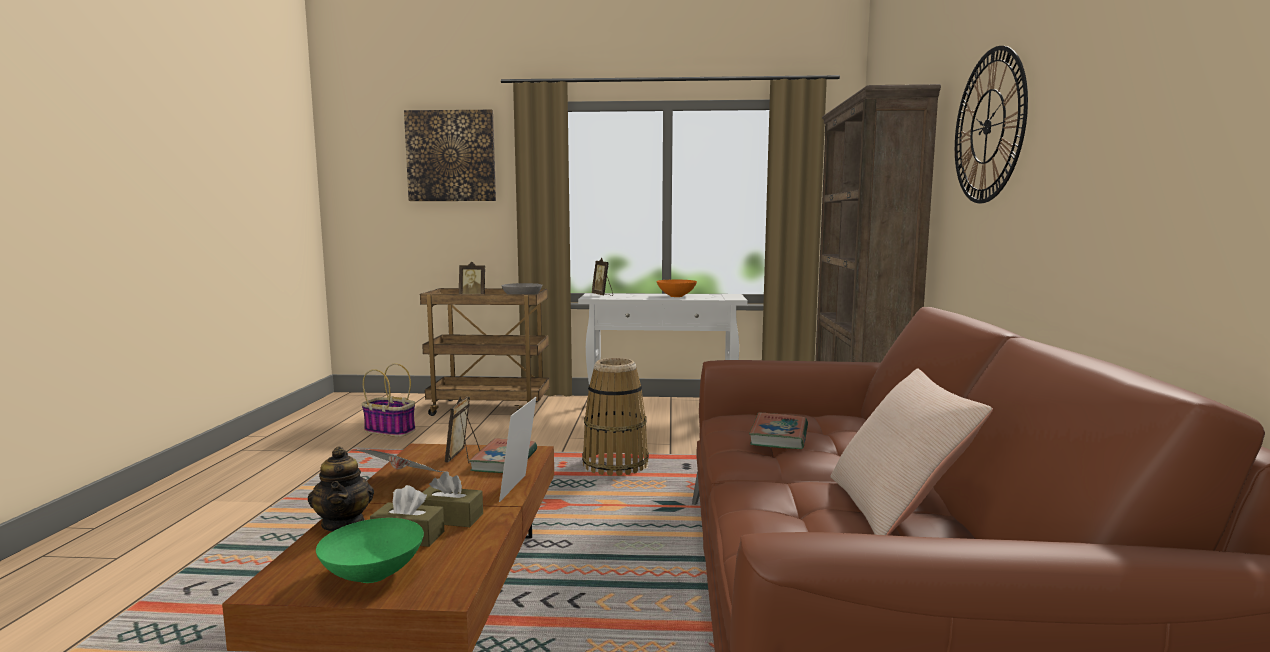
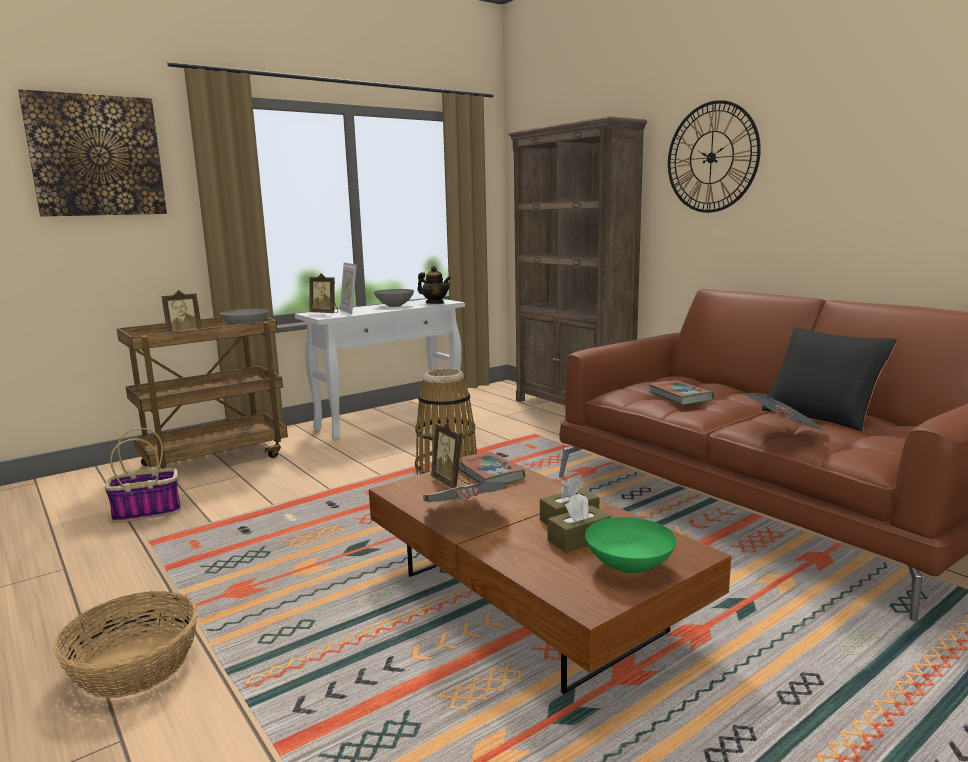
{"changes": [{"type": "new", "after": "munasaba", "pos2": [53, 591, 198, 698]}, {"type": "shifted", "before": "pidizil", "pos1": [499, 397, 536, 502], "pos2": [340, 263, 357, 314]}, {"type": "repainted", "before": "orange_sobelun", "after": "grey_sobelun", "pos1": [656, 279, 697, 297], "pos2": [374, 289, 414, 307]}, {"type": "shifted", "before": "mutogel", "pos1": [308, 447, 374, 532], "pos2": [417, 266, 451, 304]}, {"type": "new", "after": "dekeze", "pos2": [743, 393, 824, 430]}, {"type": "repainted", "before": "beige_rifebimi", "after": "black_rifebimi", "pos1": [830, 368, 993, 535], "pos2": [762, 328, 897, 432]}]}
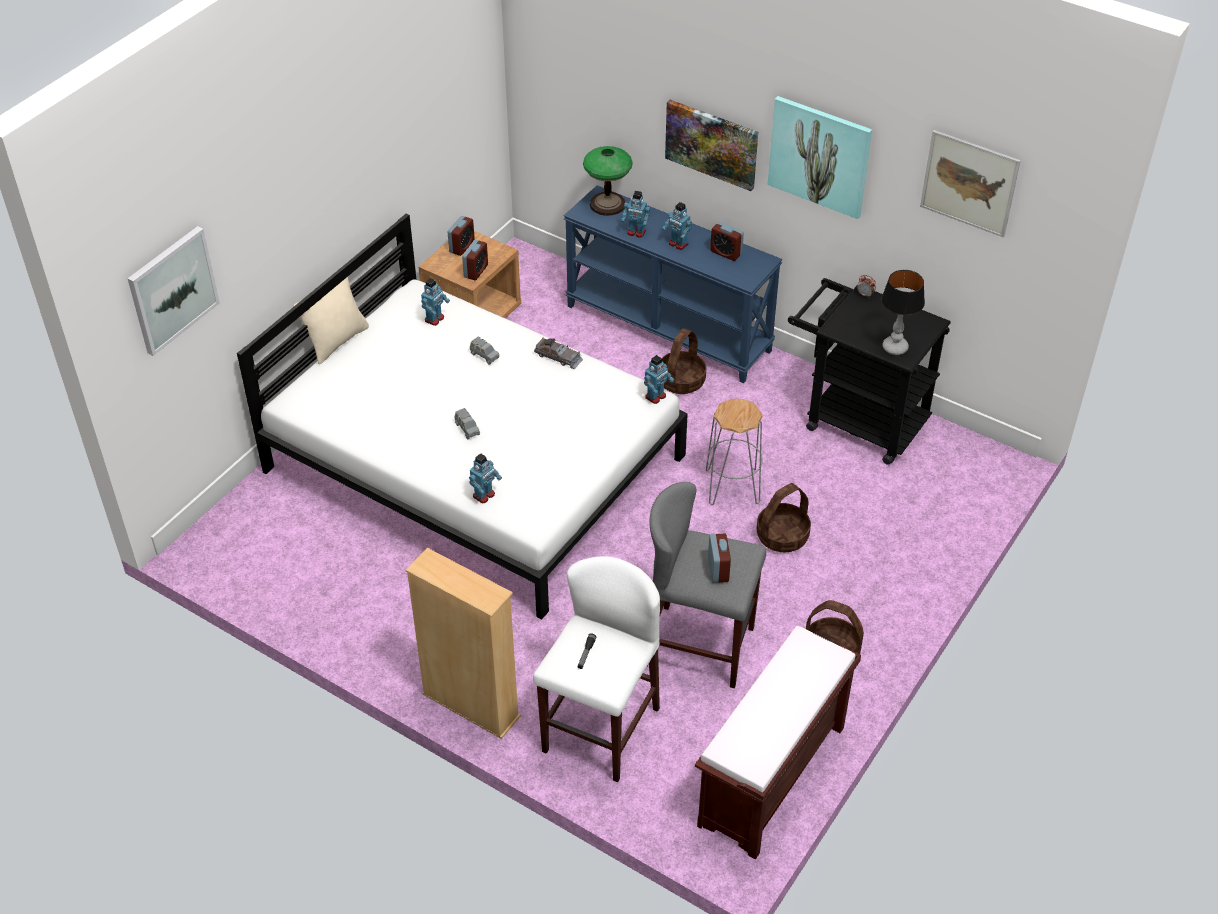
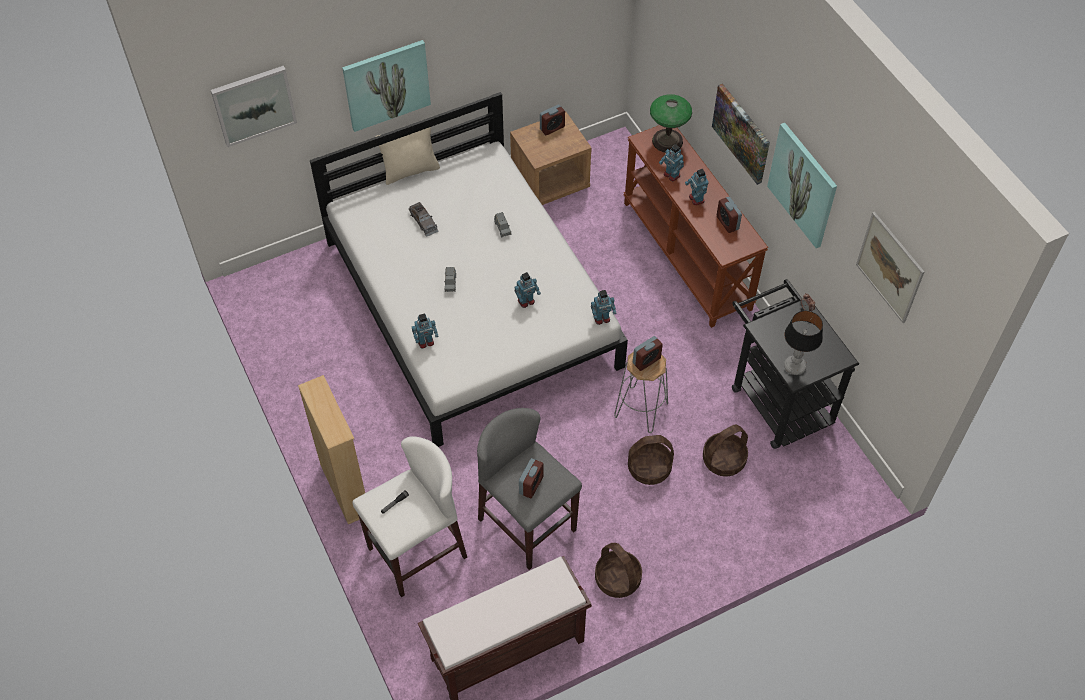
{"changes": [{"type": "new", "after": "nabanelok", "pos2": [342, 40, 431, 132]}, {"type": "shifted", "before": "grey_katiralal", "pos1": [534, 338, 583, 369], "pos2": [409, 202, 439, 237]}, {"type": "shifted", "before": "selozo", "pos1": [421, 278, 450, 326], "pos2": [514, 272, 541, 308]}, {"type": "repainted", "before": "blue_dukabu", "after": "brown_dukabu", "pos1": [564, 185, 783, 383], "pos2": [624, 125, 768, 328]}, {"type": "shifted", "before": "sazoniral", "pos1": [462, 240, 488, 280], "pos2": [633, 336, 663, 371]}, {"type": "shifted", "before": "munasaba", "pos1": [662, 328, 706, 394], "pos2": [703, 424, 748, 477]}]}
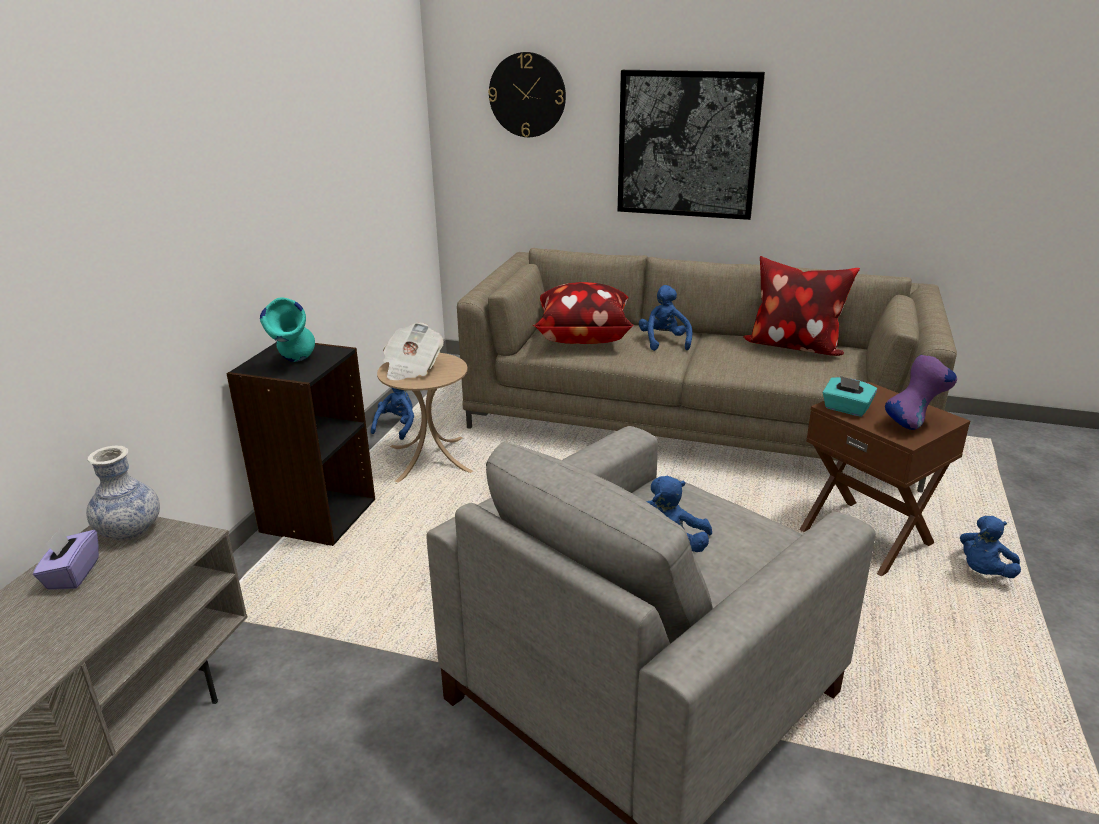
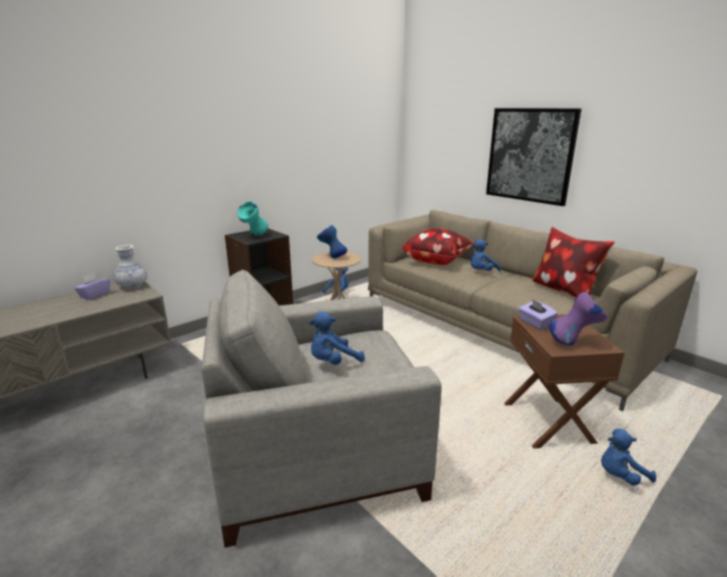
{"changes": [{"type": "swapped", "before": "dekeze", "after": "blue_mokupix", "pos1": [383, 323, 444, 380], "pos2": [317, 225, 347, 258]}, {"type": "rotated", "before": "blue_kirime", "pos1": [639, 285, 692, 351], "pos2": [470, 239, 501, 271], "turn": -150}, {"type": "repainted", "before": "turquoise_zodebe", "after": "purple_zodebe", "pos1": [823, 376, 877, 417], "pos2": [519, 299, 558, 330]}, {"type": "gone", "before": "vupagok", "pos1": [488, 52, 566, 137]}]}
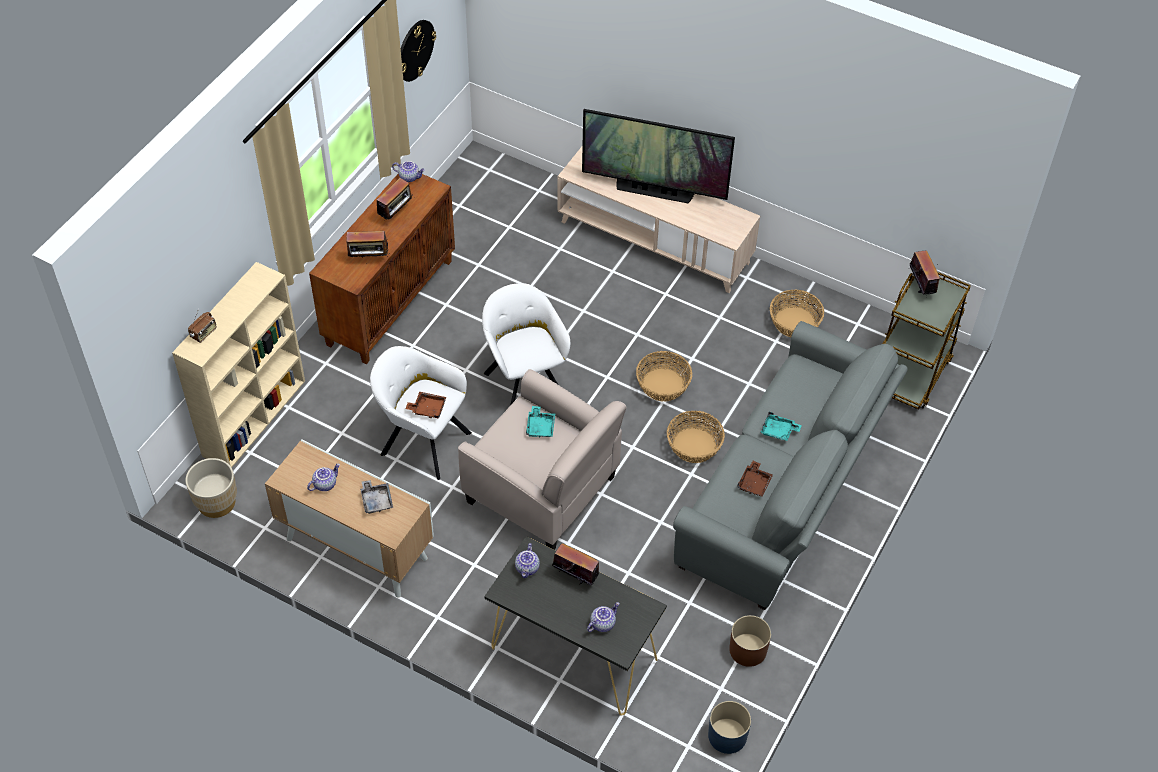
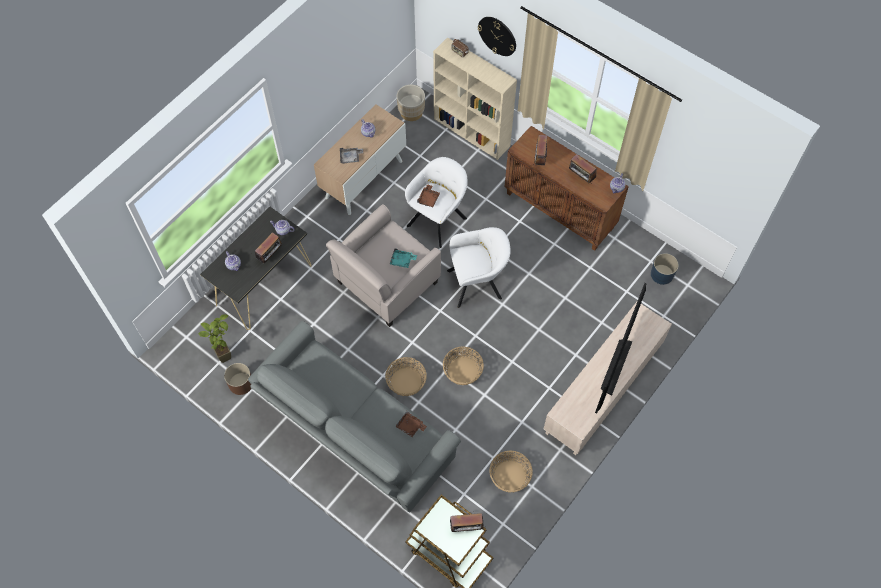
{"changes": [{"type": "new", "after": "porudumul", "pos2": [198, 314, 231, 363]}, {"type": "shifted", "before": "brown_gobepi", "pos1": [737, 461, 773, 497], "pos2": [395, 411, 427, 437]}, {"type": "shifted", "before": "vupagok", "pos1": [401, 20, 436, 82], "pos2": [478, 17, 516, 56]}, {"type": "shifted", "before": "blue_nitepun", "pos1": [708, 701, 751, 754], "pos2": [651, 253, 679, 285]}, {"type": "gone", "before": "turquoise_gobepi", "pos1": [760, 412, 802, 441]}]}
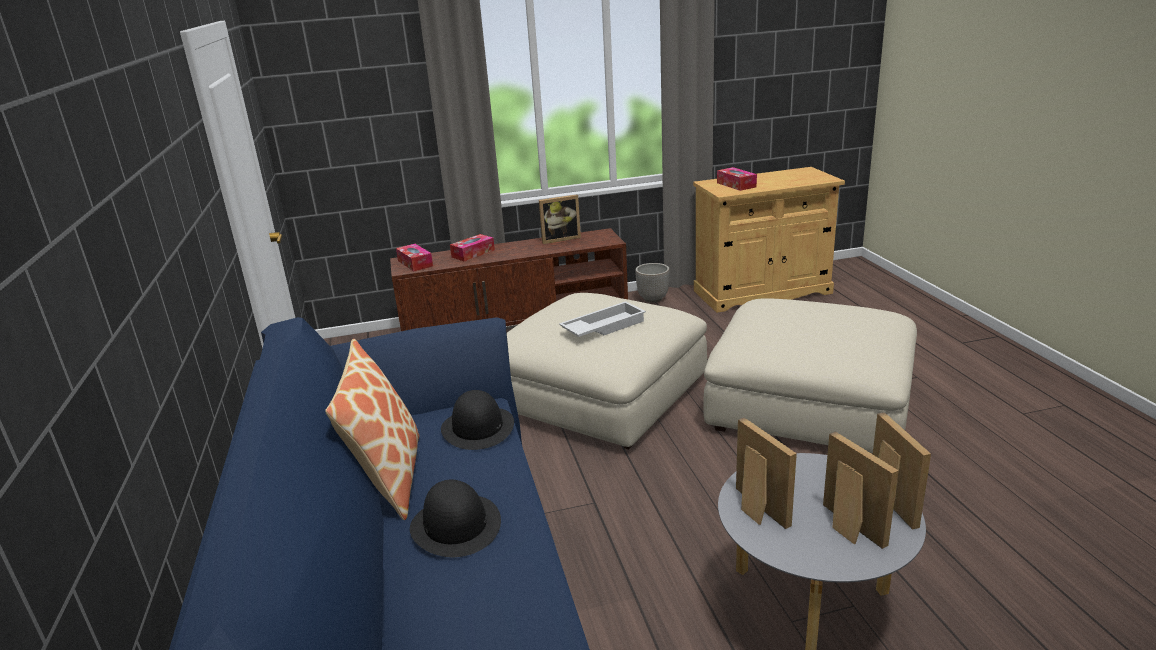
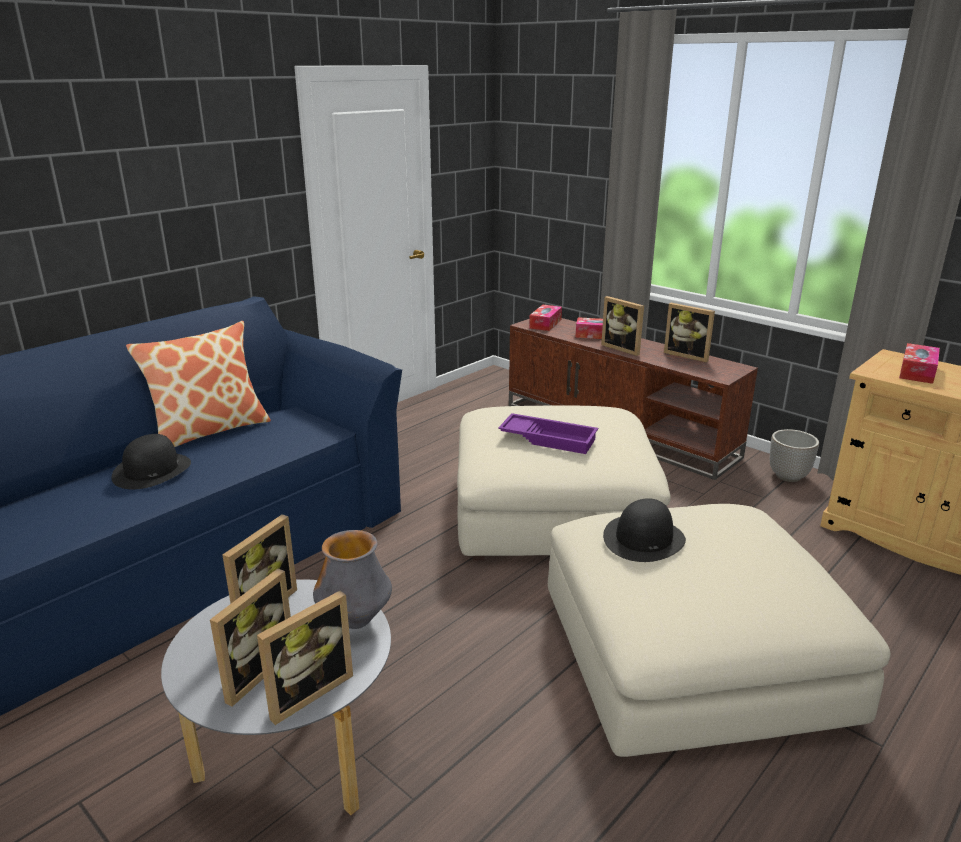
{"changes": [{"type": "new", "after": "mokupix", "pos2": [313, 530, 392, 629]}, {"type": "repainted", "before": "white_gobepi", "after": "purple_gobepi", "pos1": [559, 301, 646, 337], "pos2": [498, 413, 598, 454]}, {"type": "new", "after": "pidizil", "pos2": [601, 296, 644, 356]}, {"type": "shifted", "before": "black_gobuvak", "pos1": [441, 390, 514, 450], "pos2": [603, 498, 686, 562]}]}
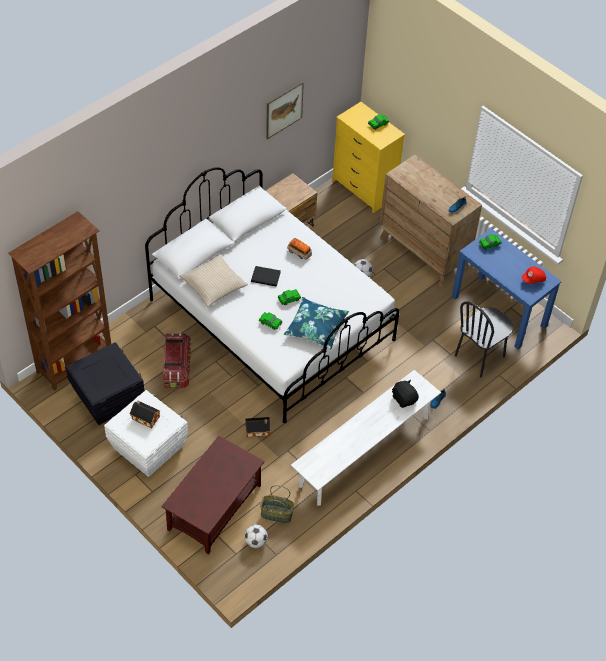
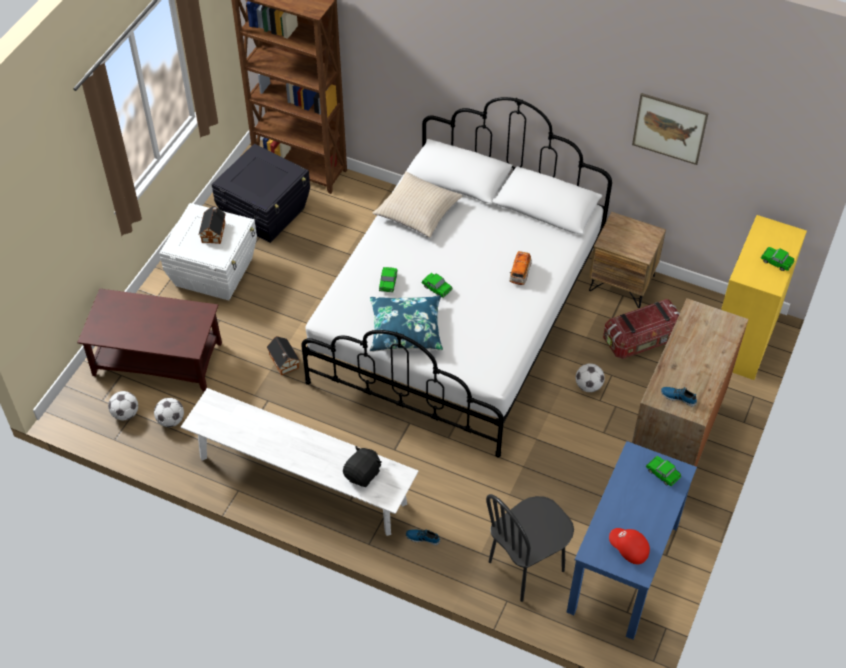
{"changes": [{"type": "swapped", "before": "munasaba", "after": "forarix", "pos1": [260, 485, 294, 523], "pos2": [154, 398, 184, 427]}, {"type": "rotated", "before": "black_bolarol", "pos1": [455, 301, 514, 377], "pos2": [486, 494, 574, 602], "turn": -60}, {"type": "shifted", "before": "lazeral", "pos1": [163, 333, 191, 388], "pos2": [603, 299, 680, 359]}, {"type": "gone", "before": "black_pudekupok", "pos1": [251, 266, 281, 287]}]}
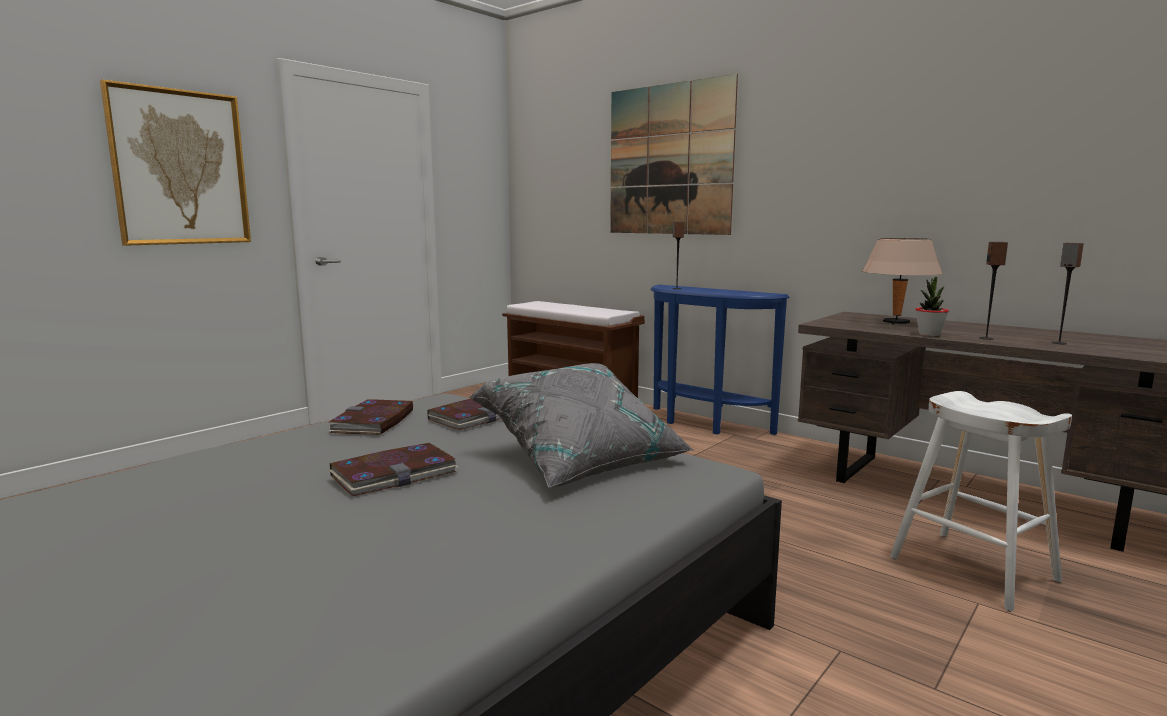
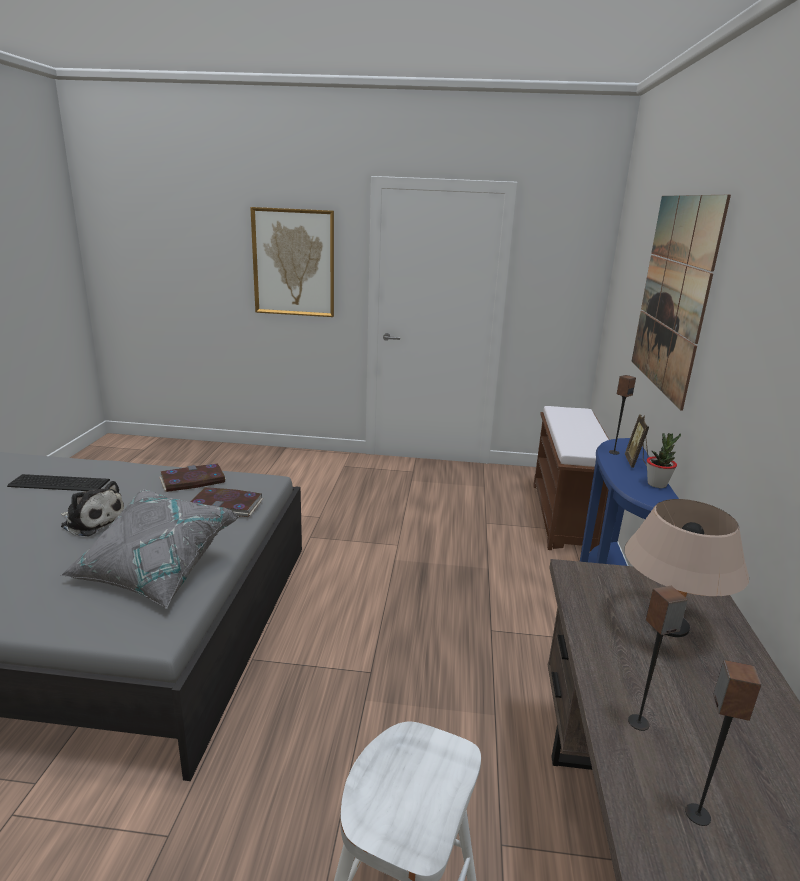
{"changes": [{"type": "new", "after": "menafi", "pos2": [7, 474, 110, 491]}, {"type": "swapped", "before": "pudekupok", "after": "kirime", "pos1": [329, 443, 458, 496], "pos2": [61, 481, 124, 536]}, {"type": "new", "after": "pidizil", "pos2": [625, 414, 649, 468]}, {"type": "shifted", "before": "porudumul", "pos1": [916, 276, 949, 336], "pos2": [647, 433, 681, 488]}]}
